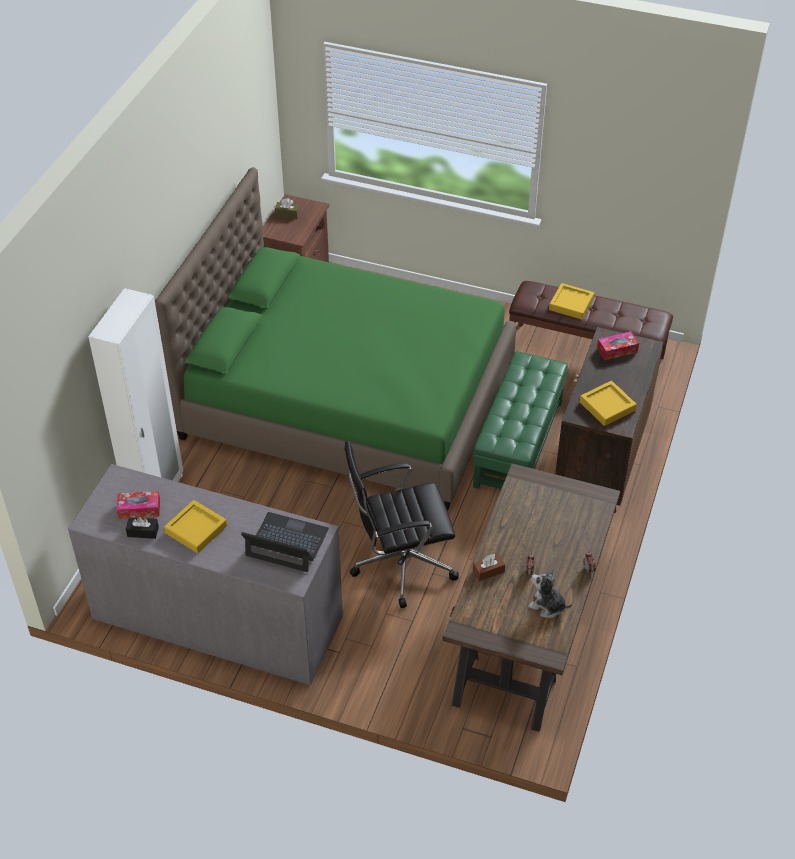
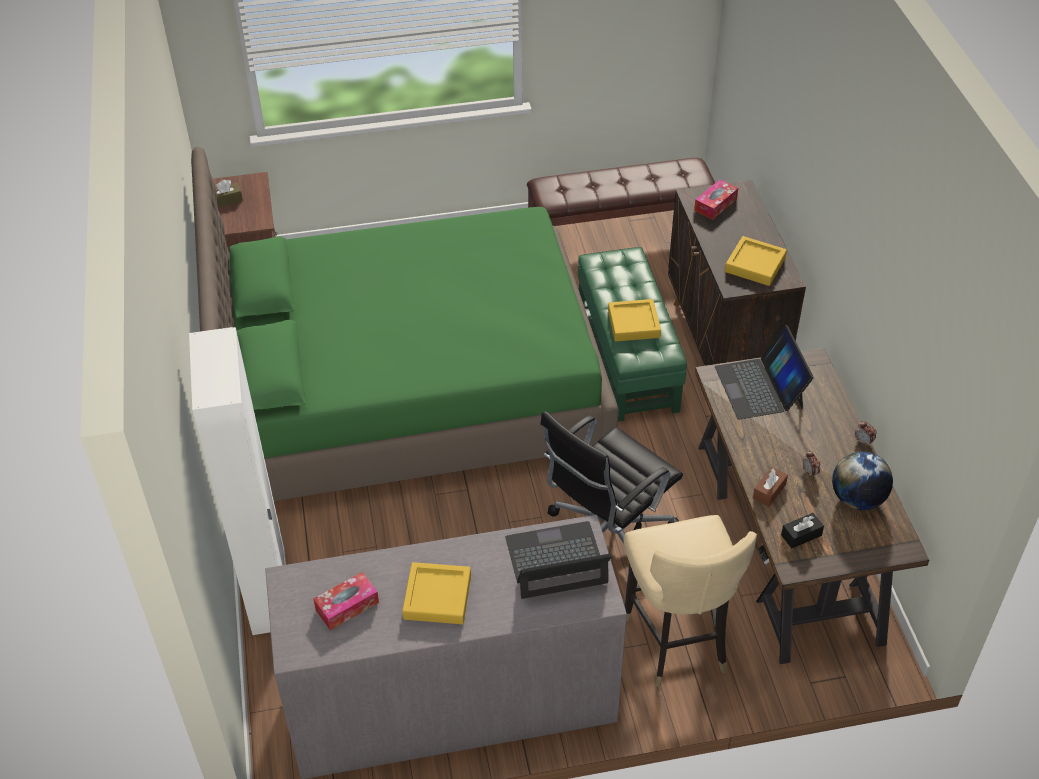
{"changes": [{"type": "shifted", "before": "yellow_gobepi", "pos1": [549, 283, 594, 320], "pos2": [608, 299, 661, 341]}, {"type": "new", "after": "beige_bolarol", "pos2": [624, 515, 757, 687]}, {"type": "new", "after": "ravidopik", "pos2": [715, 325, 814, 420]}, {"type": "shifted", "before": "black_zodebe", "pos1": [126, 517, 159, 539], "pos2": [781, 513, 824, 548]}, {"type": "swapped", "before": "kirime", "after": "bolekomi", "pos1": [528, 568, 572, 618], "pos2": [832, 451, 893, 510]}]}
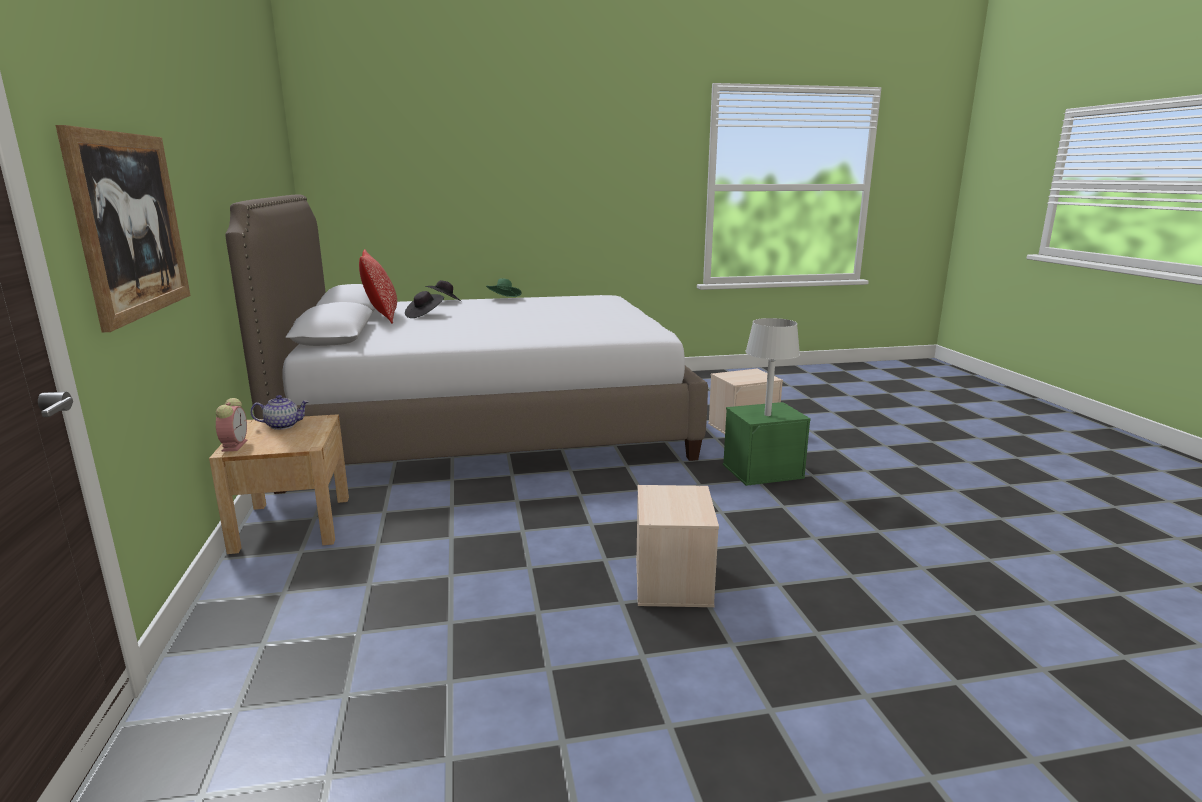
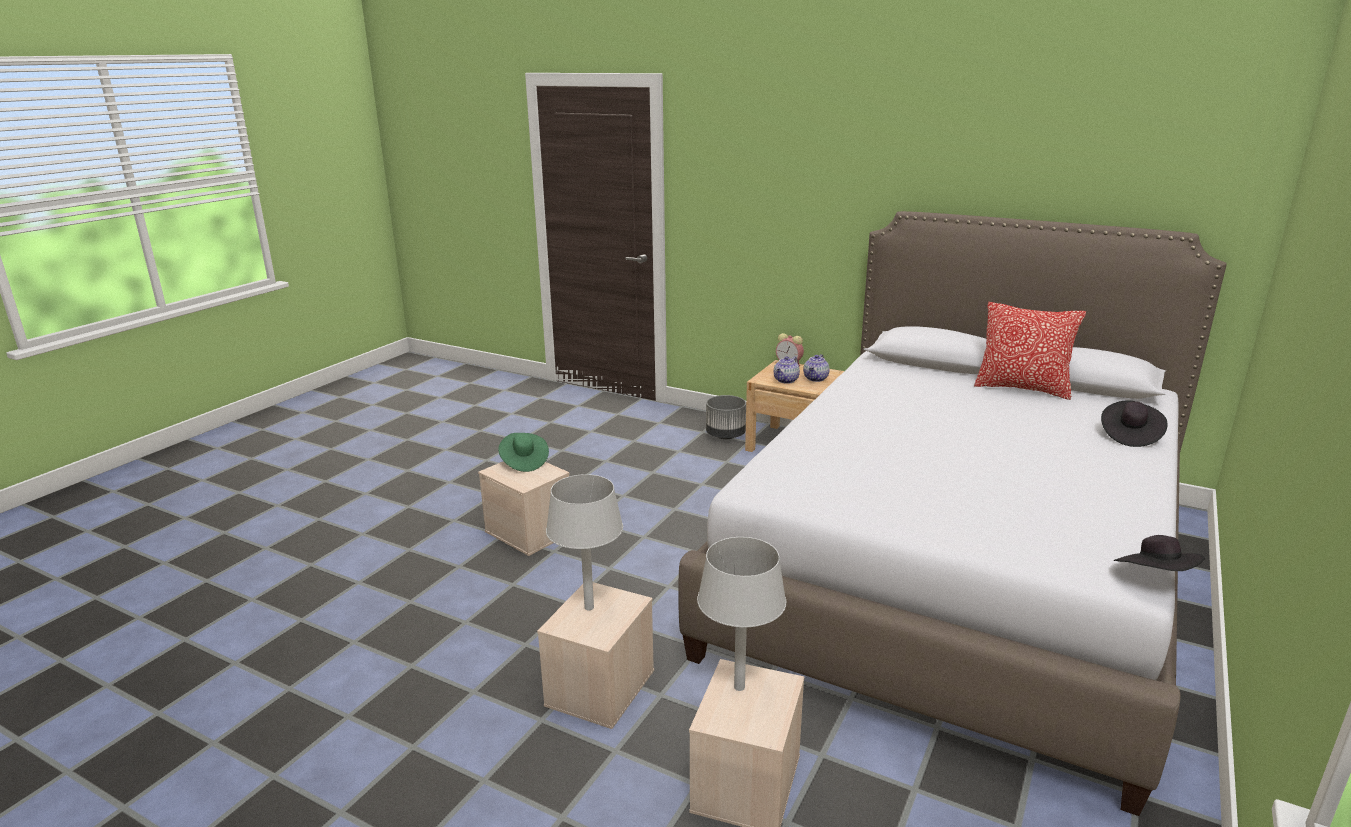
{"changes": [{"type": "shifted", "before": "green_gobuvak", "pos1": [486, 278, 522, 297], "pos2": [498, 433, 549, 472]}, {"type": "repainted", "before": "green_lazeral", "after": "beige_lazeral", "pos1": [723, 402, 811, 486], "pos2": [537, 582, 654, 729]}, {"type": "new", "after": "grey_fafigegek", "pos2": [697, 537, 786, 691]}, {"type": "new", "after": "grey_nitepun", "pos2": [706, 395, 746, 439]}, {"type": "new", "after": "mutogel", "pos2": [774, 356, 800, 384]}, {"type": "shifted", "before": "black_gobuvak", "pos1": [405, 291, 444, 318], "pos2": [1114, 535, 1205, 571]}, {"type": "gone", "before": "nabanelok", "pos1": [56, 125, 191, 333]}]}
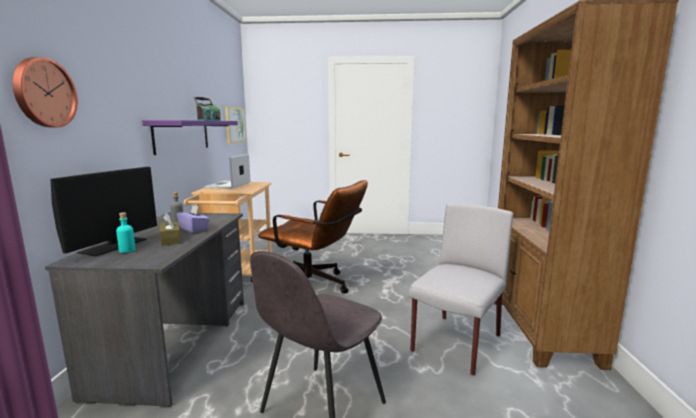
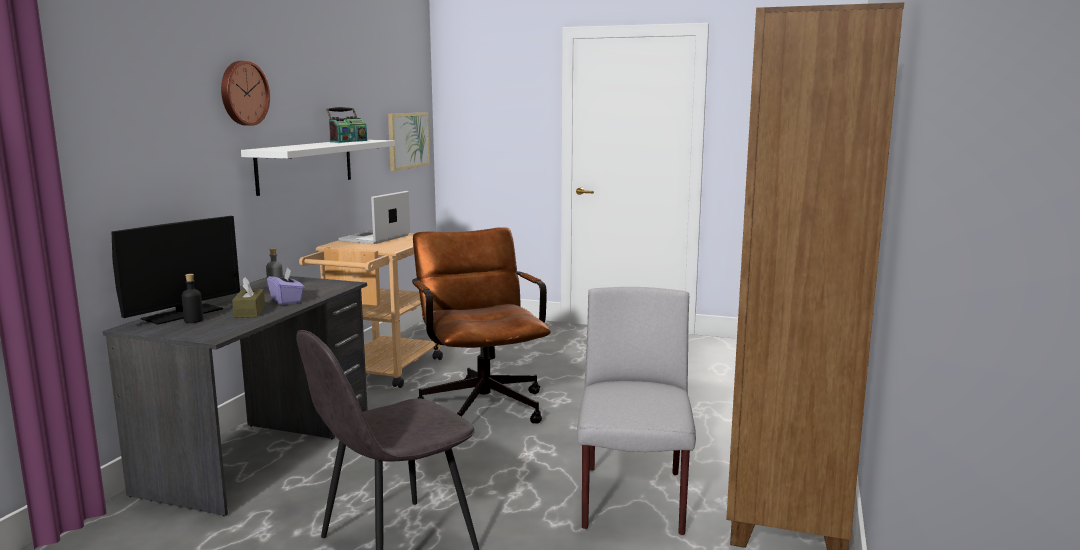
{"changes": [{"type": "repainted", "before": "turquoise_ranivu", "after": "black_ranivu", "pos1": [116, 212, 135, 253], "pos2": [182, 274, 203, 323]}, {"type": "shifted", "before": "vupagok", "pos1": [12, 57, 78, 127], "pos2": [221, 61, 270, 126]}, {"type": "repainted", "before": "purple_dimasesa", "after": "white_dimasesa", "pos1": [142, 120, 238, 155], "pos2": [241, 140, 395, 196]}, {"type": "rotated", "before": "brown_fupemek", "pos1": [258, 180, 368, 294], "pos2": [412, 227, 551, 424], "turn": -150}, {"type": "rotated", "before": "grey_bolarol", "pos1": [409, 203, 513, 376], "pos2": [577, 287, 696, 536], "turn": -45}]}
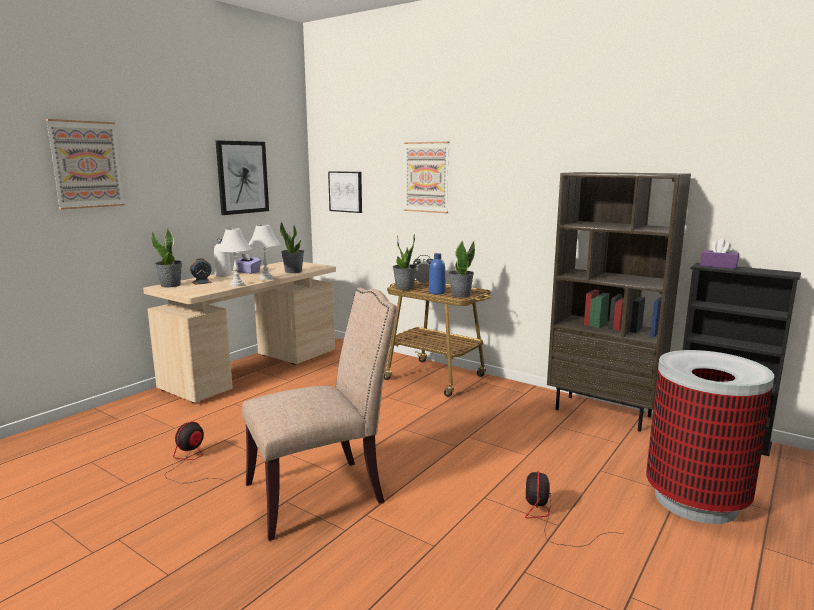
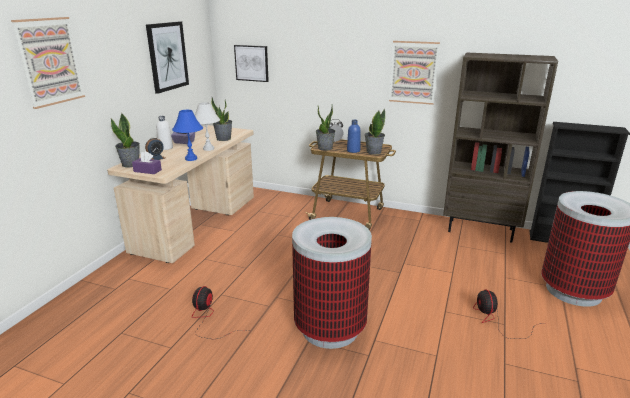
{"changes": [{"type": "shifted", "before": "purple_zodebe", "pos1": [700, 239, 739, 269], "pos2": [132, 151, 162, 174]}, {"type": "repainted", "before": "white_fafigegek", "after": "blue_fafigegek", "pos1": [217, 228, 252, 287], "pos2": [172, 110, 203, 161]}, {"type": "swapped", "before": "beige_bolarol", "after": "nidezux", "pos1": [242, 287, 398, 541], "pos2": [292, 217, 372, 349]}, {"type": "shifted", "before": "nabanelok", "pos1": [404, 141, 449, 213], "pos2": [389, 41, 440, 105]}]}
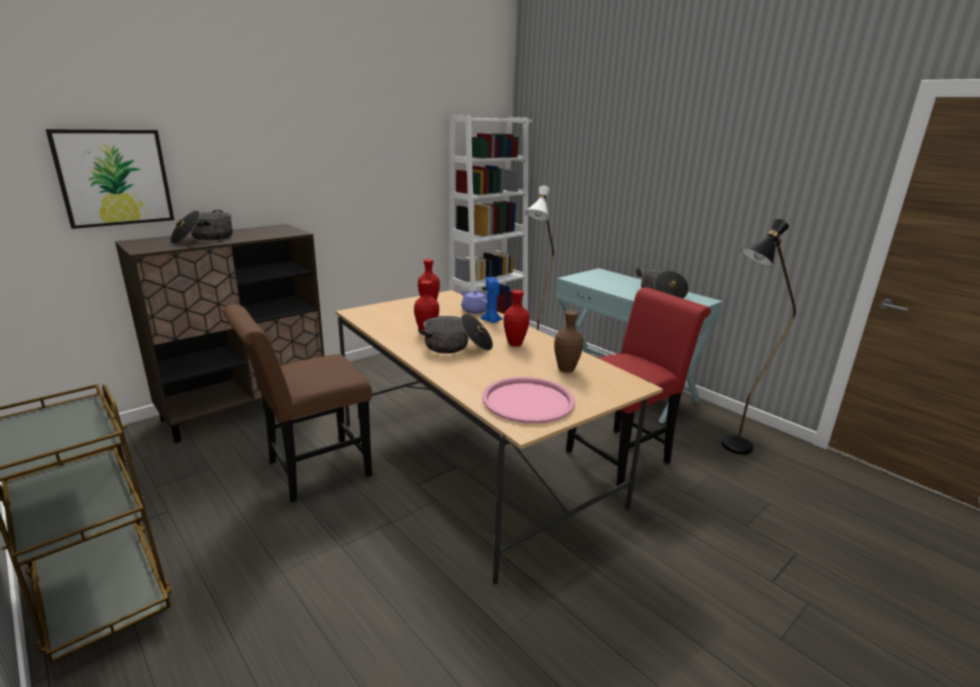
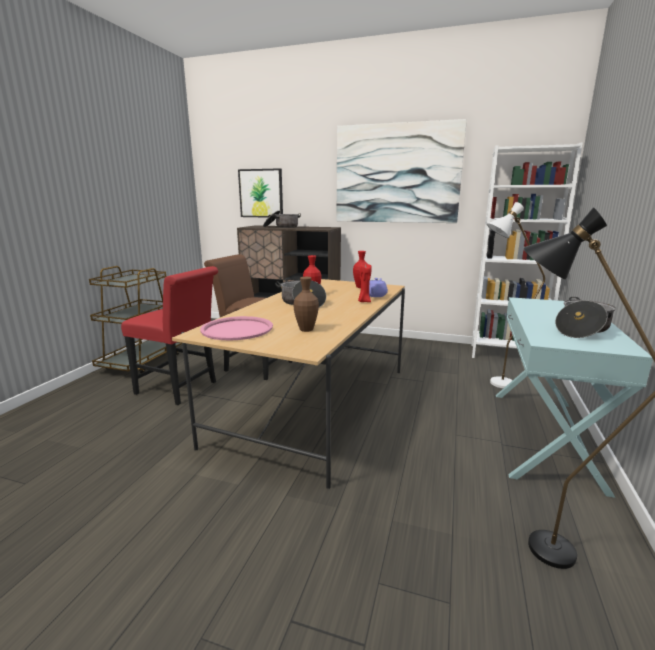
{"changes": [{"type": "shifted", "before": "red_bolarol", "pos1": [566, 287, 711, 486], "pos2": [121, 266, 218, 405]}, {"type": "new", "after": "nabanelok", "pos2": [337, 119, 467, 223]}, {"type": "repainted", "before": "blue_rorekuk", "after": "red_rorekuk", "pos1": [480, 277, 502, 323], "pos2": [358, 263, 371, 302]}, {"type": "gone", "before": "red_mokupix", "pos1": [503, 290, 530, 346]}]}
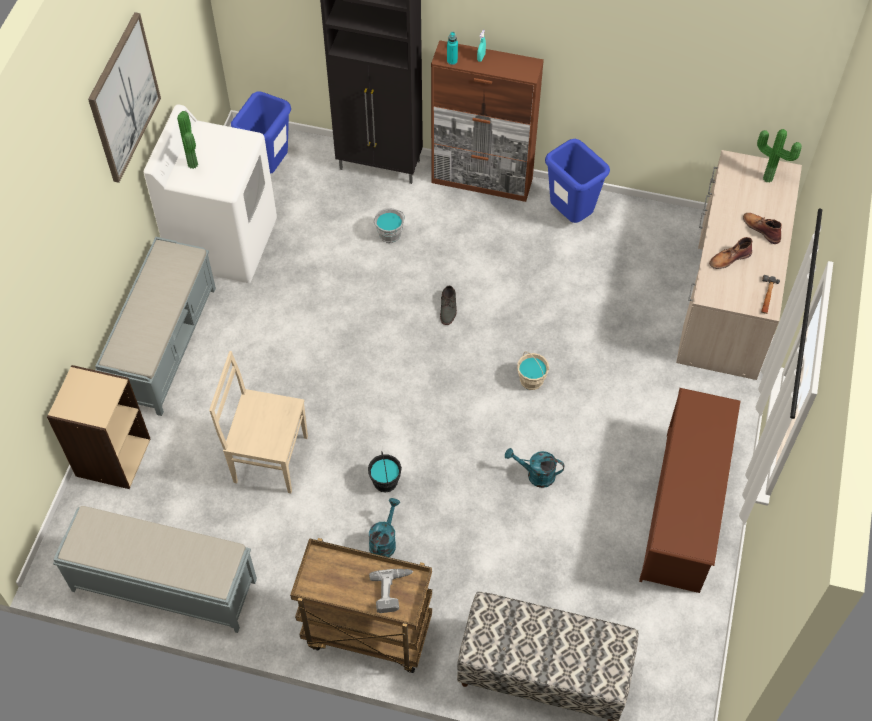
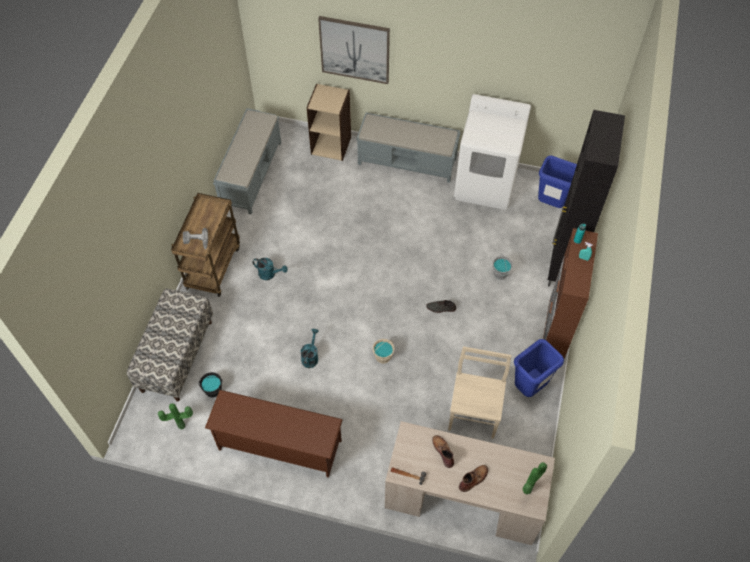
{"changes": [{"type": "shifted", "before": "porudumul", "pos1": [177, 111, 198, 169], "pos2": [158, 403, 193, 429]}, {"type": "shifted", "before": "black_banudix", "pos1": [368, 452, 402, 493], "pos2": [199, 372, 223, 398]}, {"type": "shifted", "before": "nabanelok", "pos1": [88, 12, 161, 183], "pos2": [318, 16, 390, 84]}, {"type": "shifted", "before": "beige_bolarol", "pos1": [209, 351, 308, 493], "pos2": [448, 346, 512, 439]}]}
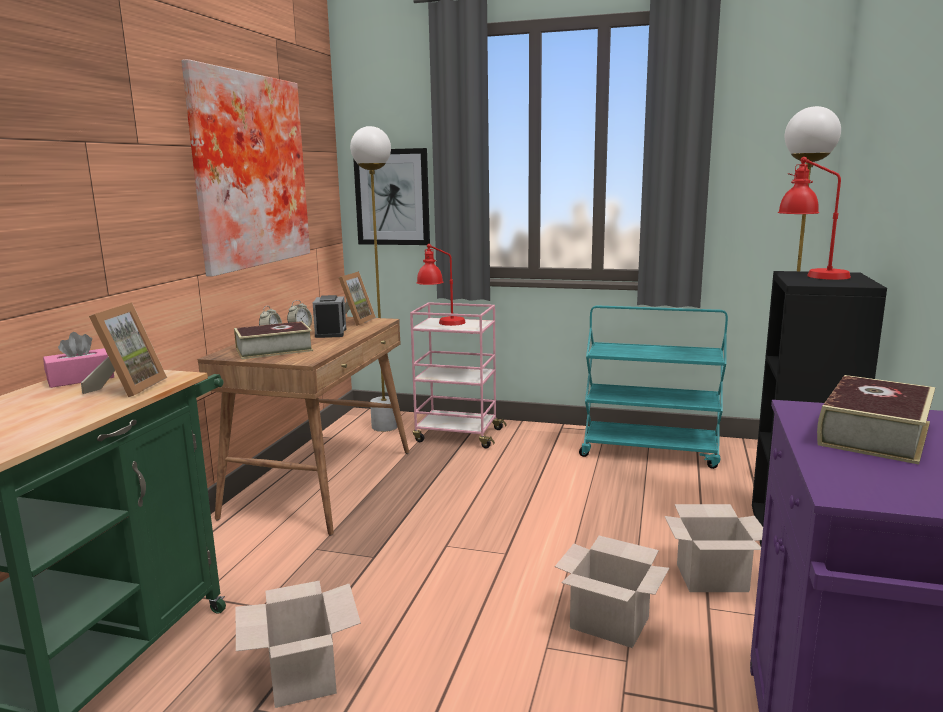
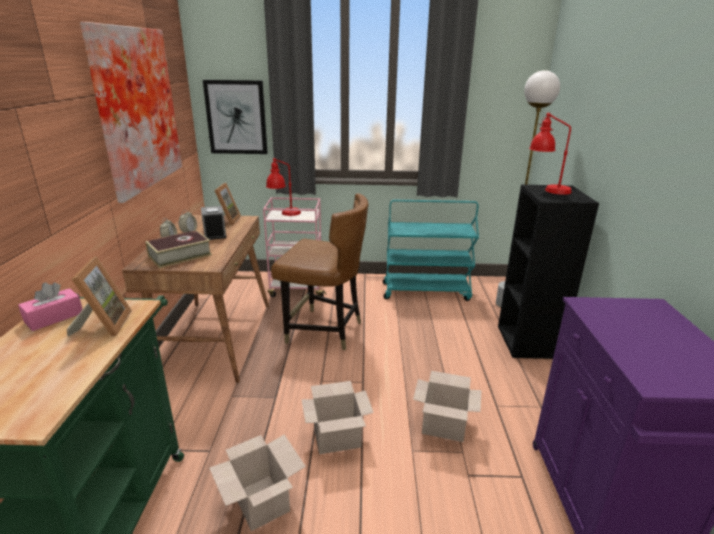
{"changes": [{"type": "new", "after": "brown_bolarol", "pos2": [271, 193, 369, 350]}, {"type": "shifted", "before": "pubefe", "pos1": [664, 504, 763, 592], "pos2": [301, 381, 374, 454]}, {"type": "gone", "before": "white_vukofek", "pos1": [350, 126, 398, 432]}, {"type": "gone", "before": "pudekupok", "pos1": [817, 375, 935, 464]}]}
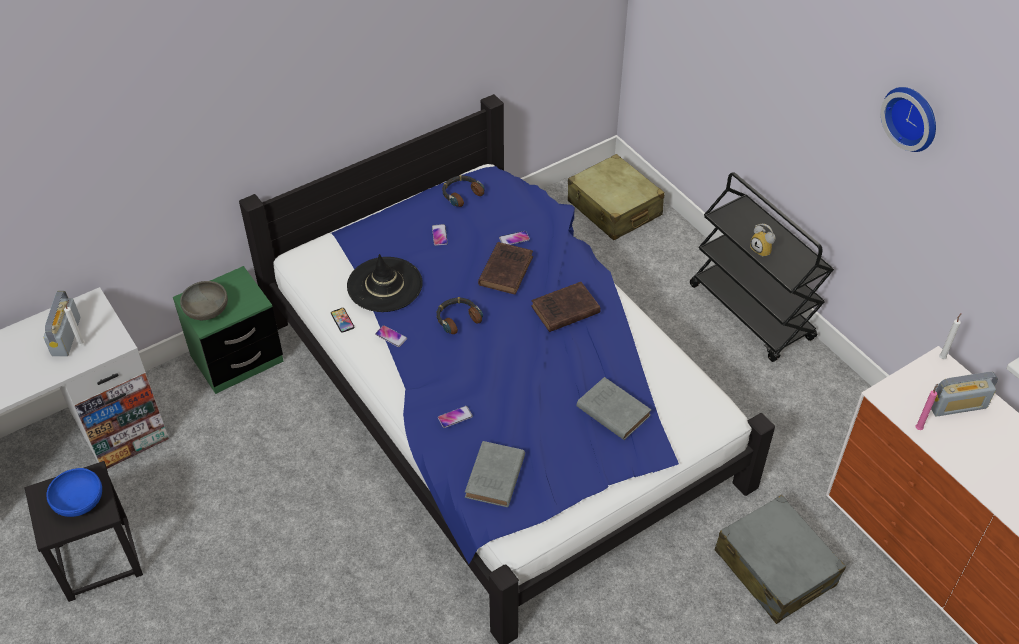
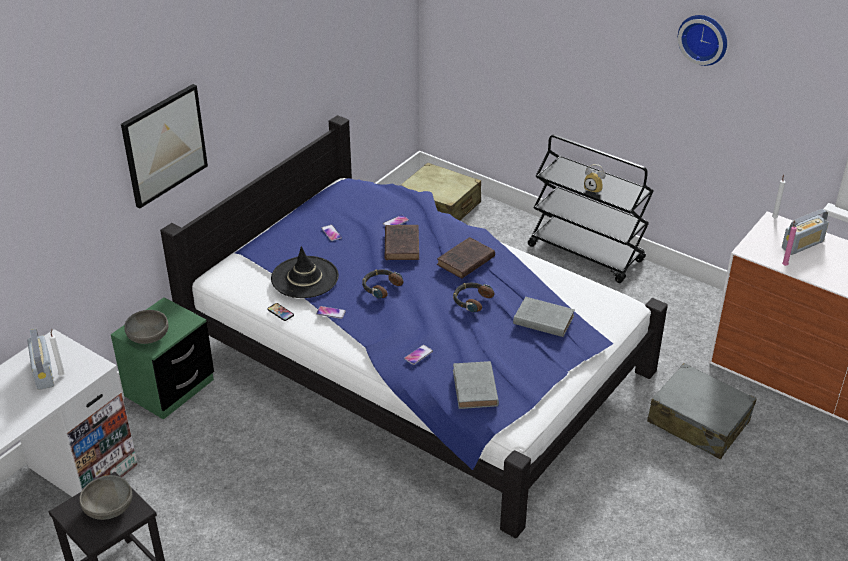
{"changes": [{"type": "repainted", "before": "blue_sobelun", "after": "grey_sobelun", "pos1": [46, 468, 102, 517], "pos2": [79, 475, 132, 520]}, {"type": "new", "after": "nabanelok", "pos2": [121, 84, 208, 209]}, {"type": "shifted", "before": "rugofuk", "pos1": [442, 175, 485, 207], "pos2": [453, 283, 495, 313]}]}
